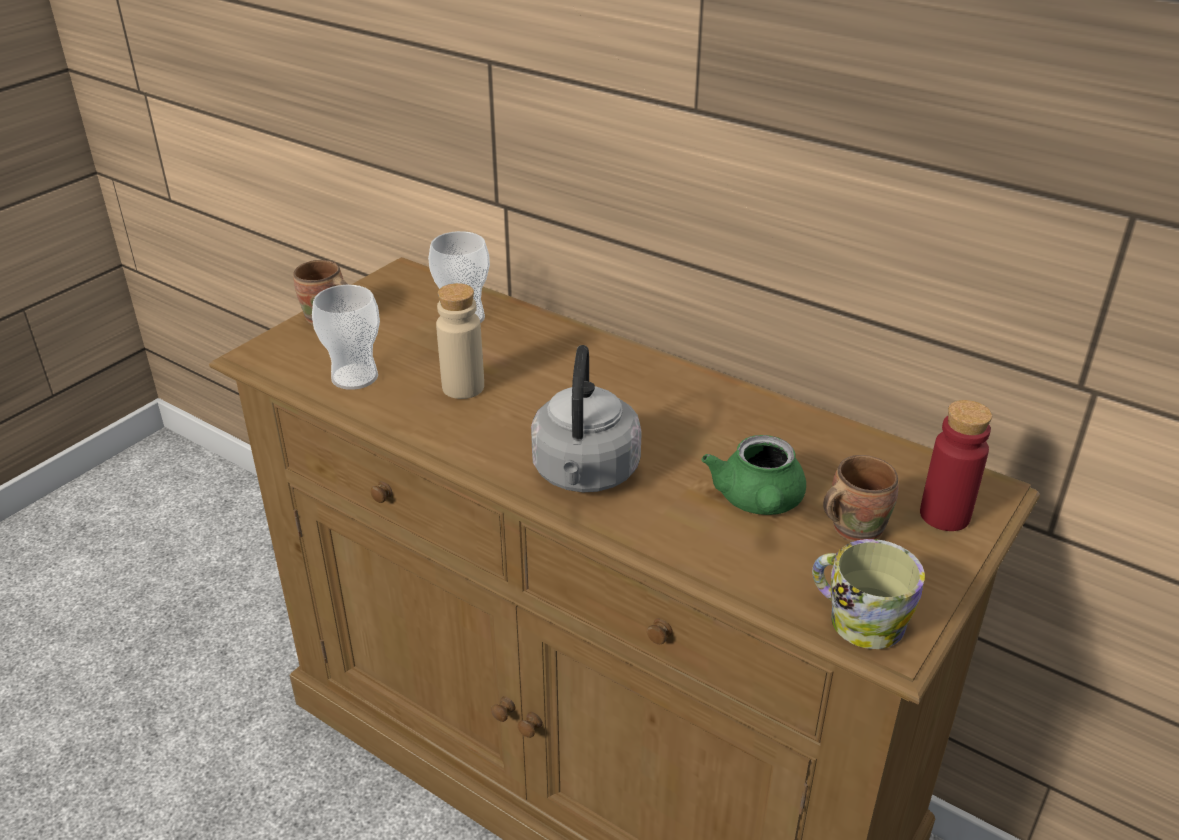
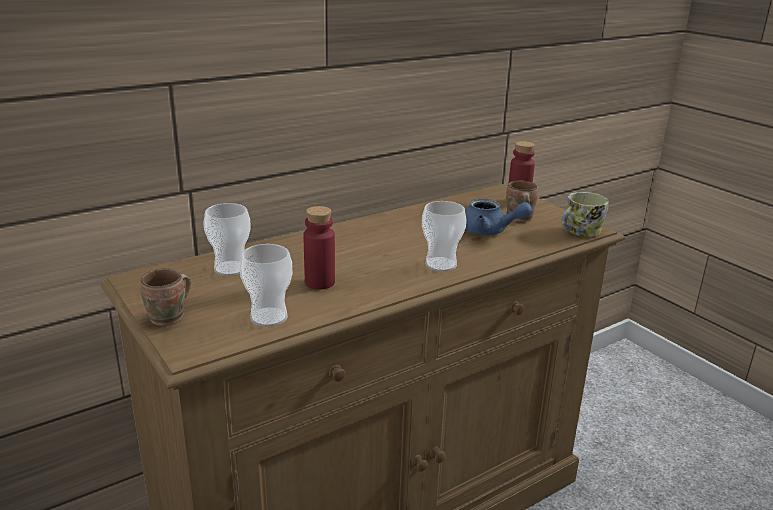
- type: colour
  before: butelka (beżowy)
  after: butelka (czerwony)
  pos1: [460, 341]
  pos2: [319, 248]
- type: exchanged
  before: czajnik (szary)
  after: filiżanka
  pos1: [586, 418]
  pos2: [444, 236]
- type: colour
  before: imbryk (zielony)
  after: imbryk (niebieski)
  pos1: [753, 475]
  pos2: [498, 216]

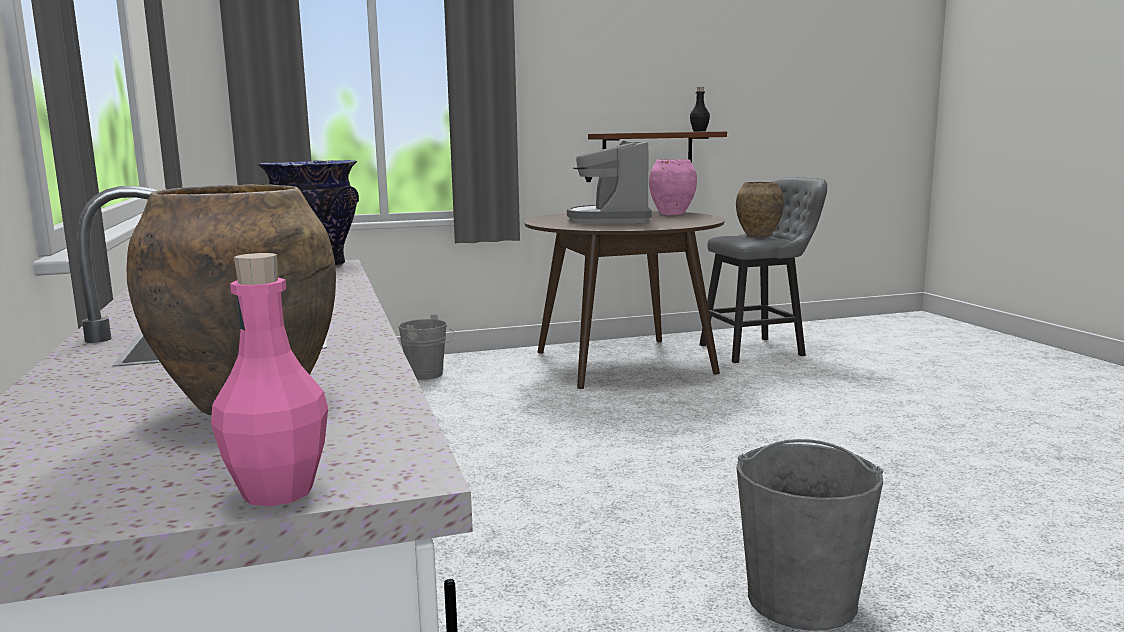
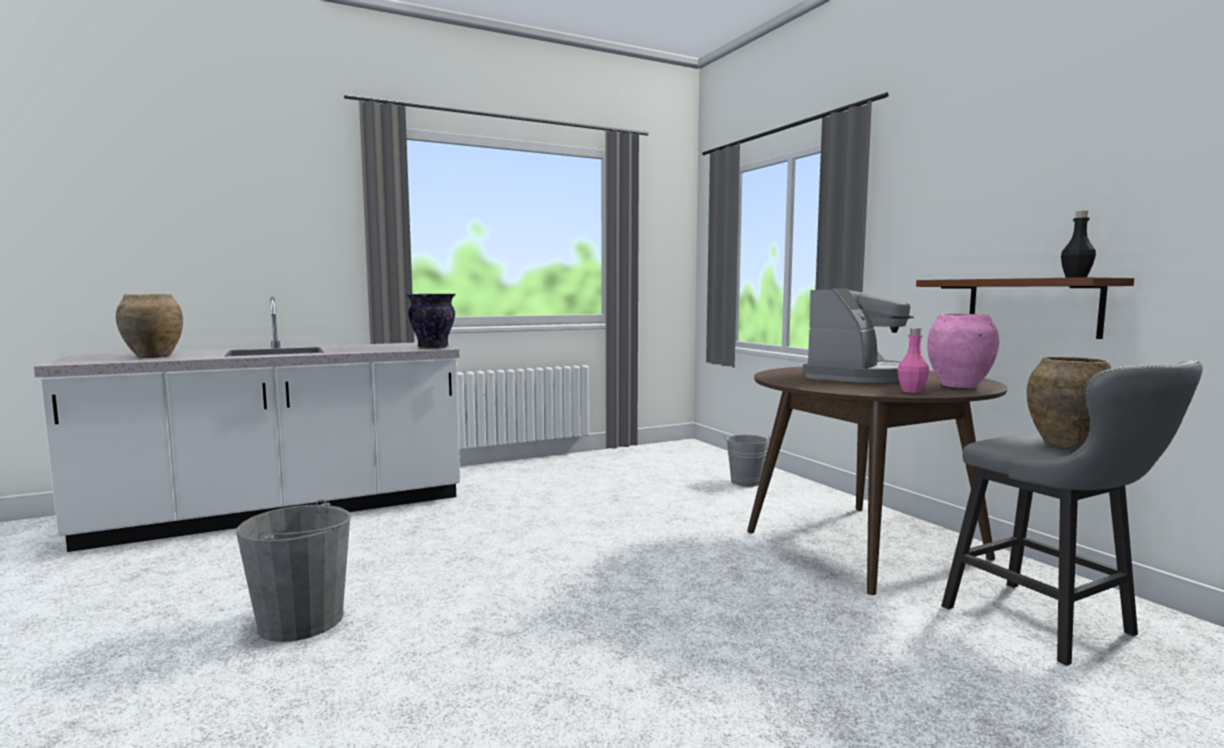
- type: relocated
  before: butelka (różowy)
  pos1: [269, 379]
  pos2: [913, 360]
- type: spun
  before: ekspres do kawy
  pos1: [609, 182]
  pos2: [858, 336]
  turn: 135

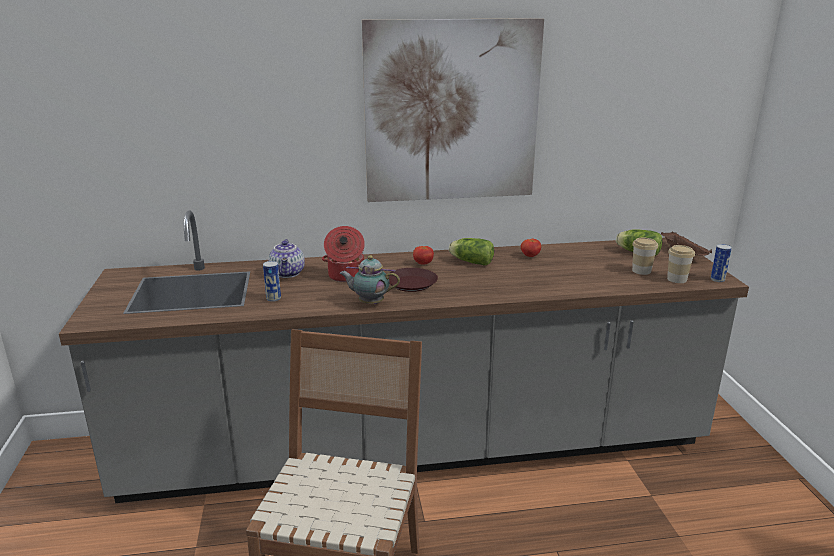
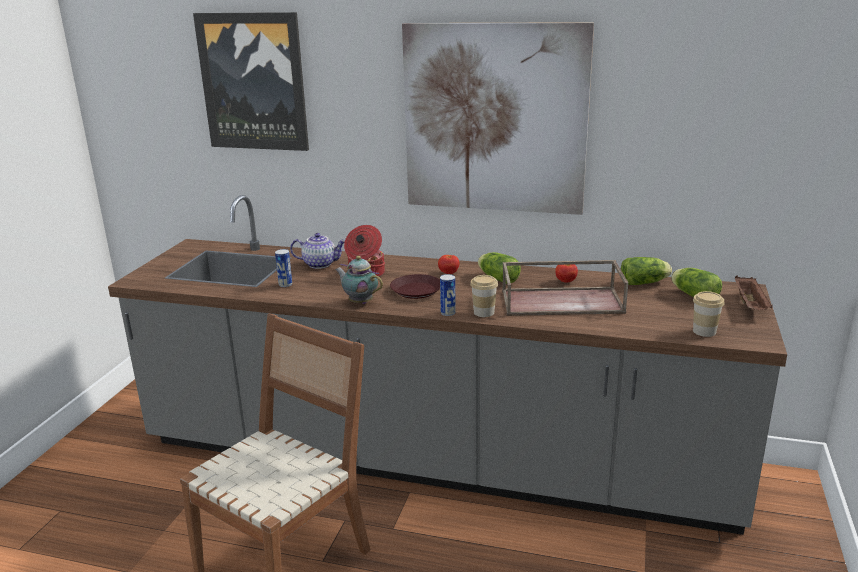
- type: spun
  before: imbryk
  pos1: [286, 258]
  pos2: [317, 251]
  turn: -105
- type: relocated
  before: filiżanka
  pos1: [645, 256]
  pos2: [484, 296]
- type: relocated
  before: puszka
  pos1: [721, 263]
  pos2: [448, 295]
- type: appeared
  after: obraz
  pos2: [251, 81]
- type: appeared
  after: taca (brązowy)
  pos2: [565, 288]
- type: appeared
  after: sałata
  pos2: [646, 271]

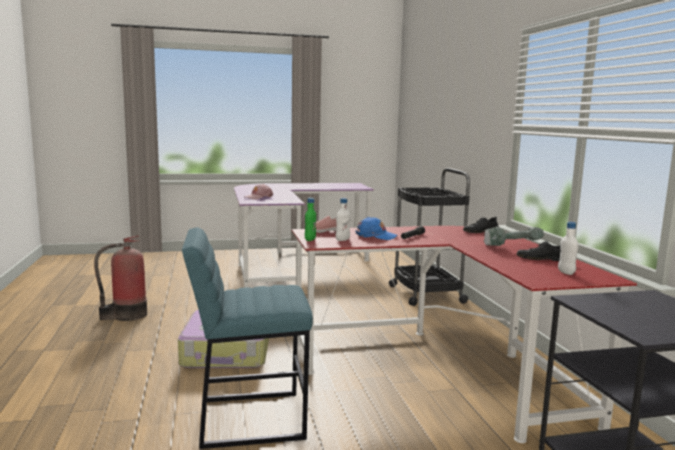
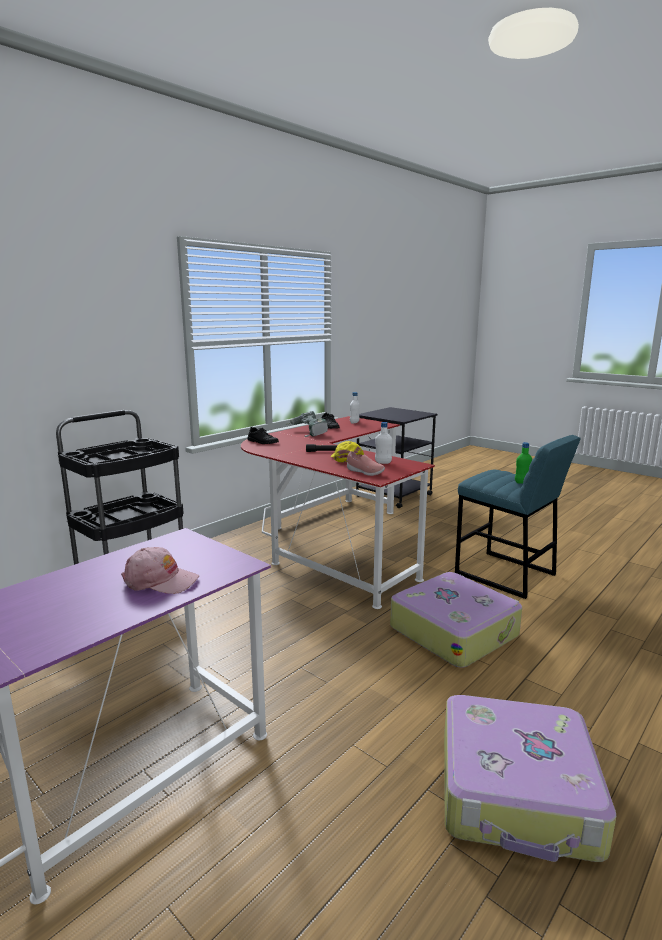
- type: exchanged
  before: gaśnica
  after: walizka
  pos1: [120, 278]
  pos2: [530, 778]
- type: relocated
  before: butelka (zielony)
  pos1: [310, 219]
  pos2: [523, 463]
- type: colour
  before: czapka z daszkiem (niebieski)
  after: czapka z daszkiem (żółty)
  pos1: [376, 228]
  pos2: [347, 452]

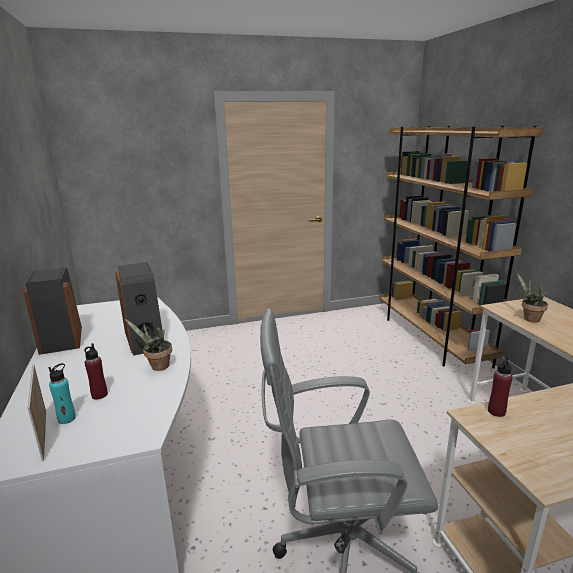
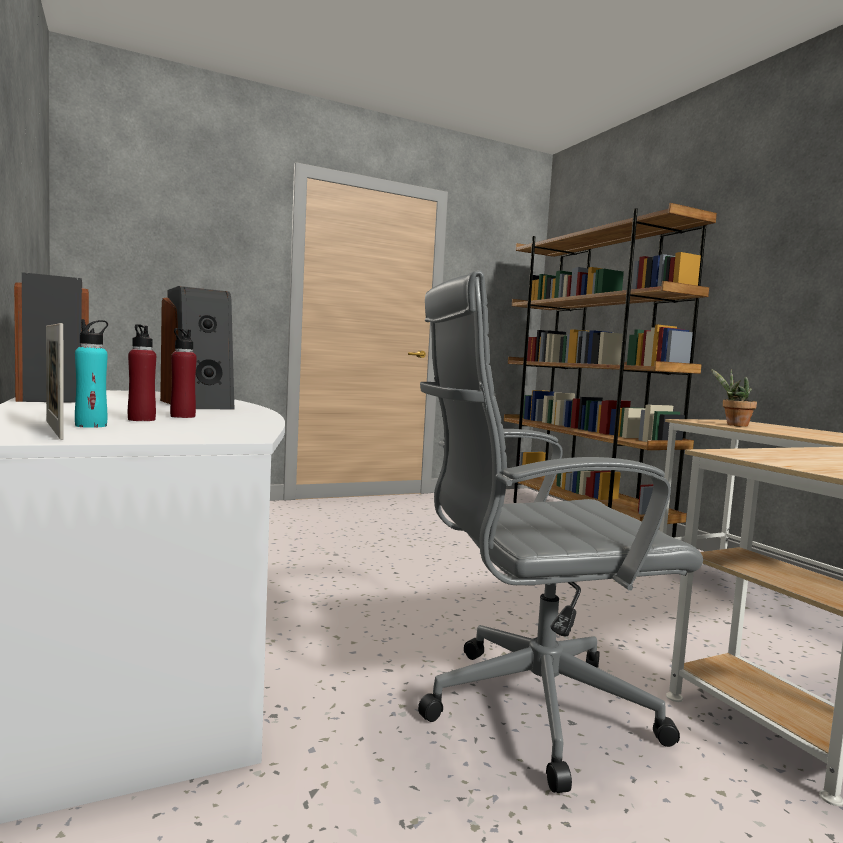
- type: missing
  before: roślina doniczkowa
  pos1: [148, 345]
- type: relocated
  before: butelka (czerwony)
  pos1: [500, 387]
  pos2: [183, 373]

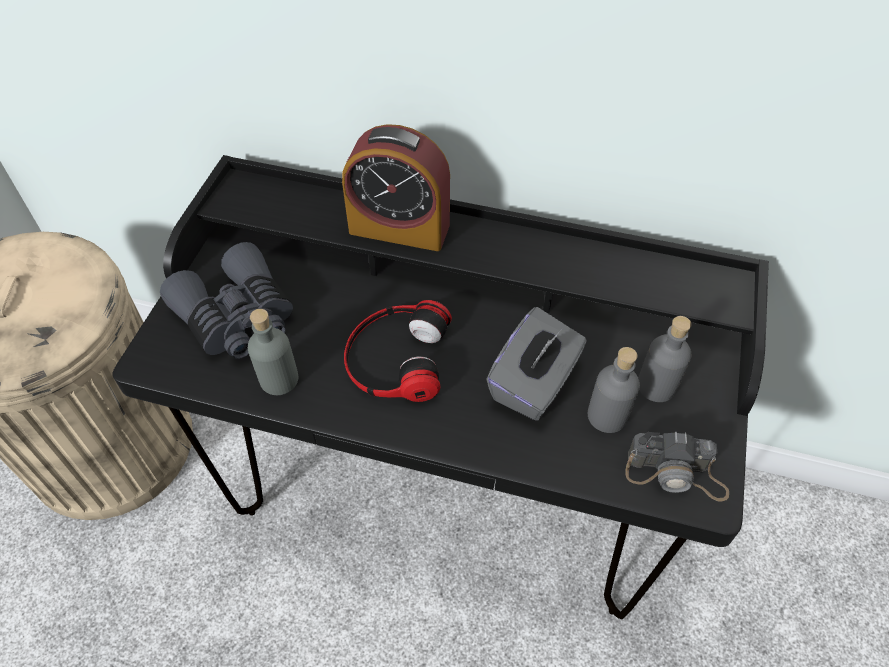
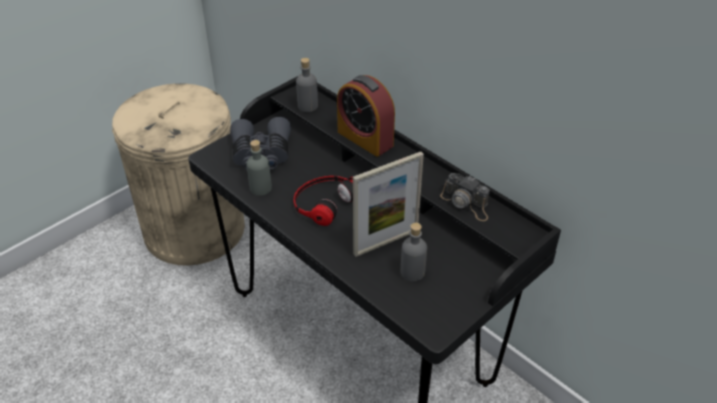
- type: exchanged
  before: pudełko chusteczek (szary)
  after: ramka na zdjęcie
  pos1: [536, 363]
  pos2: [388, 204]
- type: relocated
  before: aparat fotograficzny
  pos1: [677, 467]
  pos2: [465, 197]
- type: relocated
  before: butelka (szary)
  pos1: [665, 359]
  pos2: [307, 85]

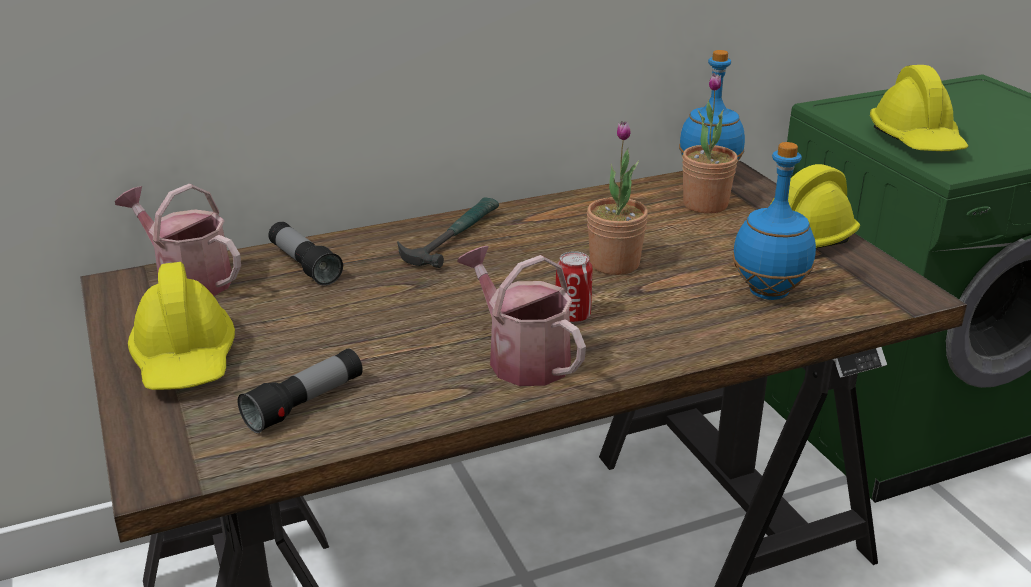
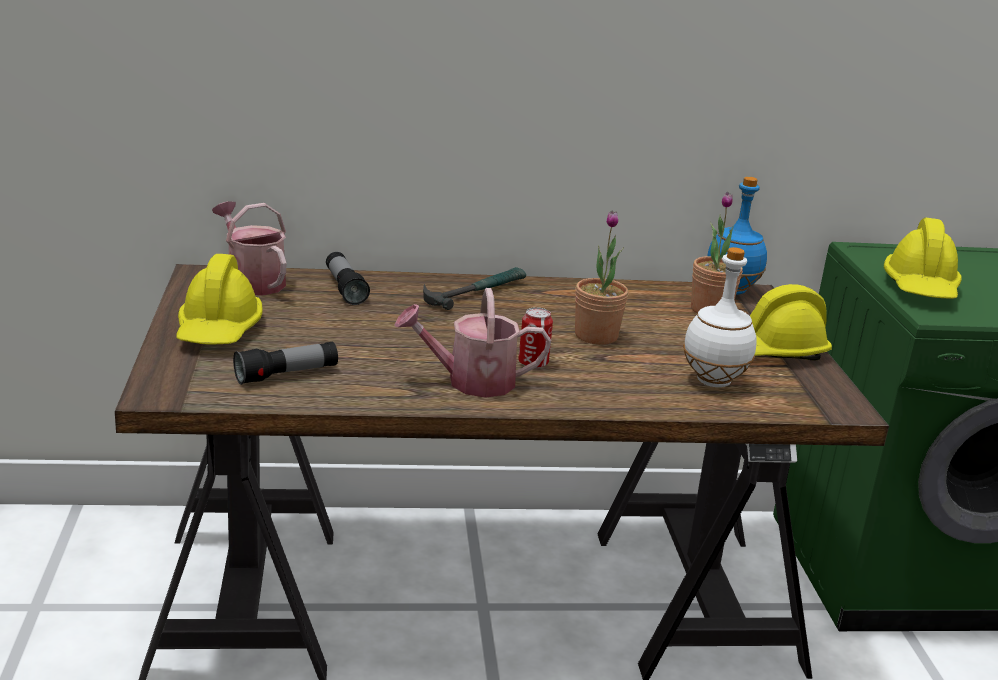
- type: spun
  before: konewka
  pos1: [522, 316]
  pos2: [472, 343]
  turn: -75
- type: colour
  before: butelka (niebieski)
  after: butelka (biały)
  pos1: [774, 221]
  pos2: [720, 317]

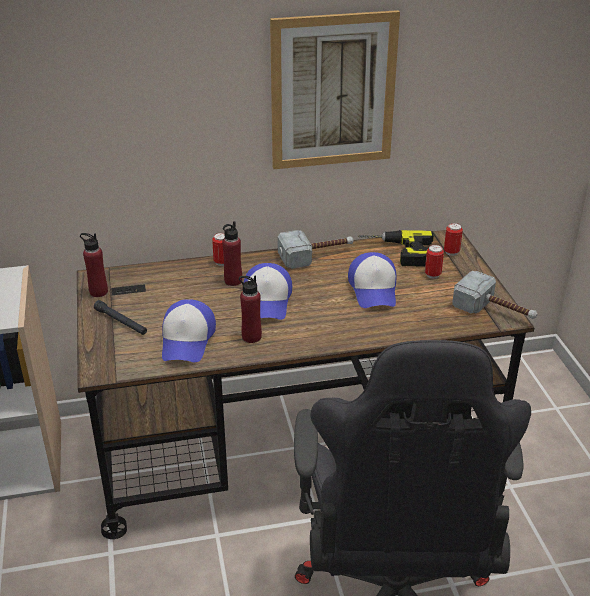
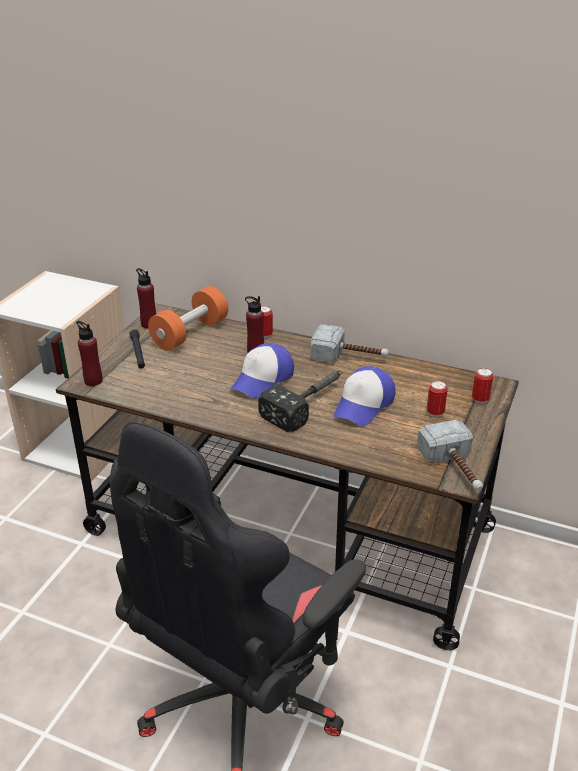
- type: missing
  before: czapka z daszkiem
  pos1: [189, 330]
- type: relocated
  before: butelka (czerwony)
  pos1: [250, 309]
  pos2: [89, 353]
- type: missing
  before: obraz
  pos1: [335, 89]
- type: missing
  before: wiertarka
  pos1: [396, 248]
- type: appeared
  after: hantel (pomarańczowy)
  pos2: [188, 318]
- type: appeared
  after: młotek
  pos2: [300, 401]

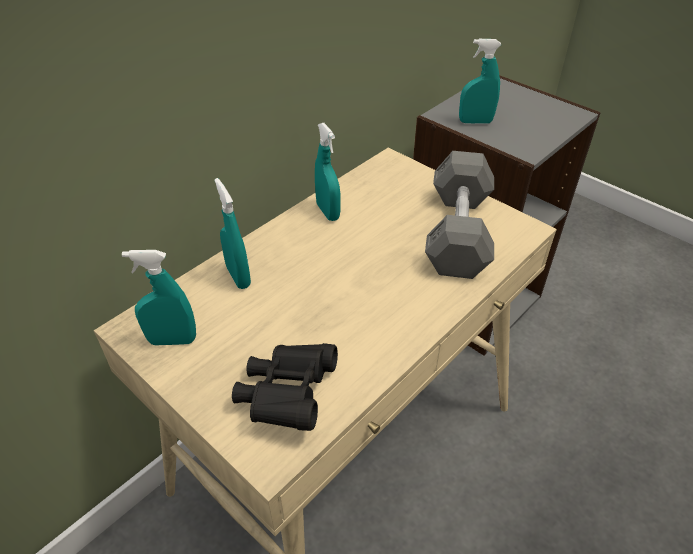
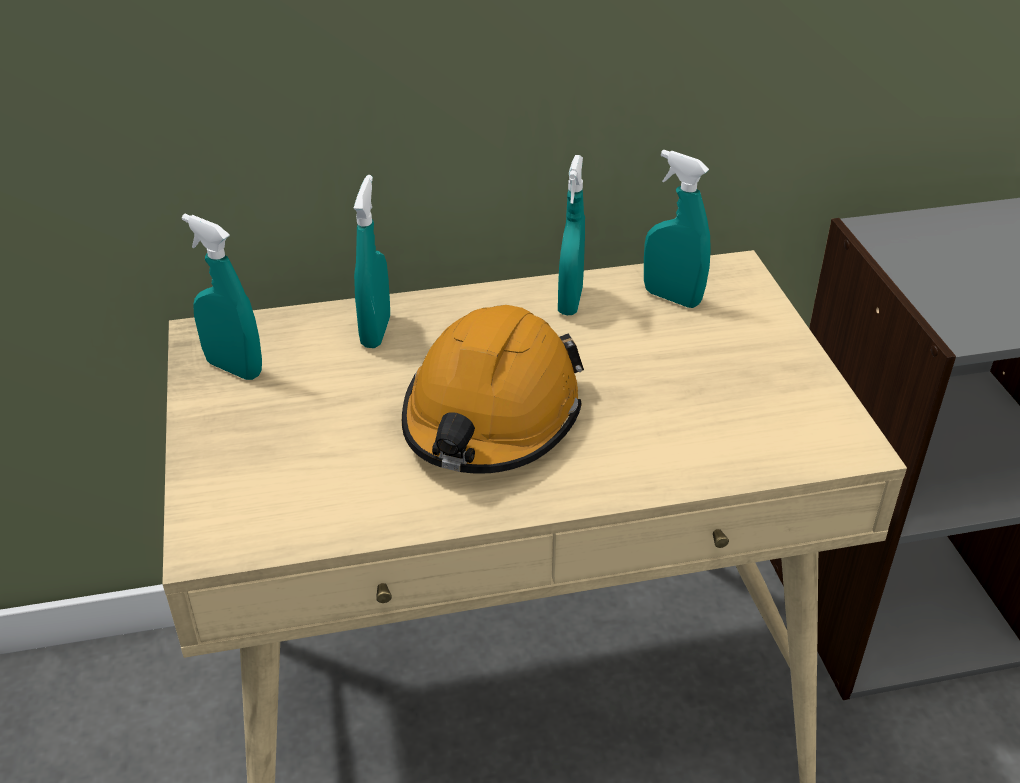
- type: missing
  before: lornetka (czarny)
  pos1: [285, 387]
- type: missing
  before: hantel (szary)
  pos1: [459, 215]
- type: relocated
  before: spryskiwacz (turkusowy)
  pos1: [480, 81]
  pos2: [677, 228]
- type: appeared
  after: kask (pomarańczowy)
  pos2: [493, 389]

